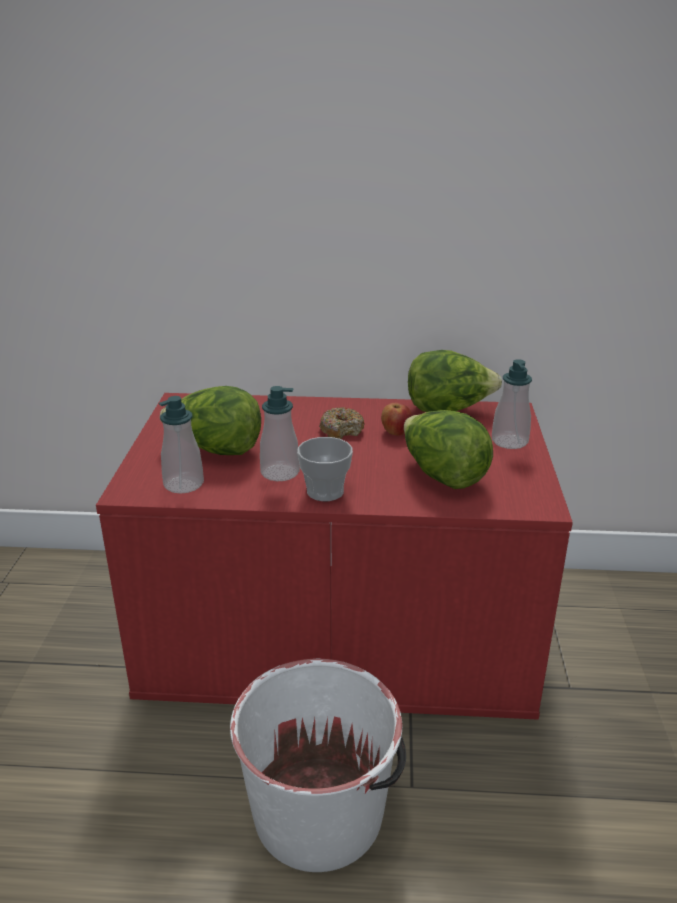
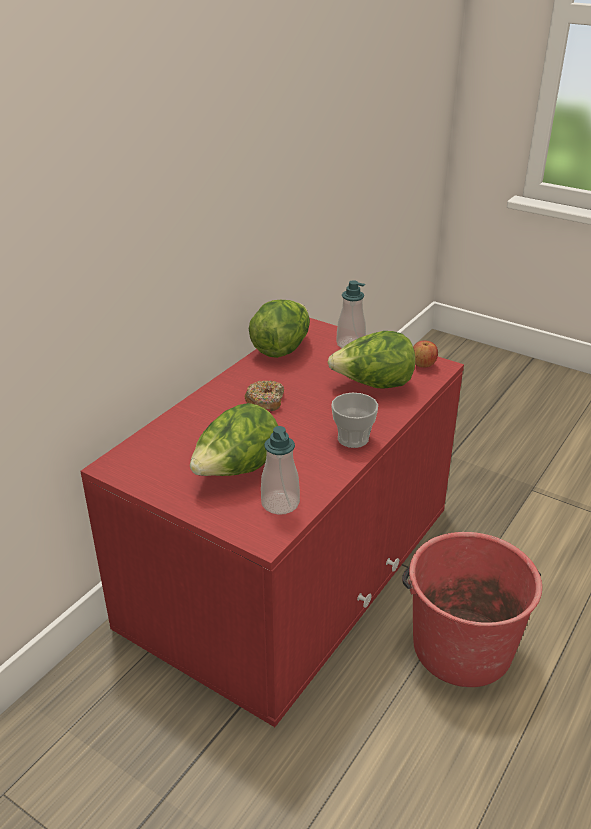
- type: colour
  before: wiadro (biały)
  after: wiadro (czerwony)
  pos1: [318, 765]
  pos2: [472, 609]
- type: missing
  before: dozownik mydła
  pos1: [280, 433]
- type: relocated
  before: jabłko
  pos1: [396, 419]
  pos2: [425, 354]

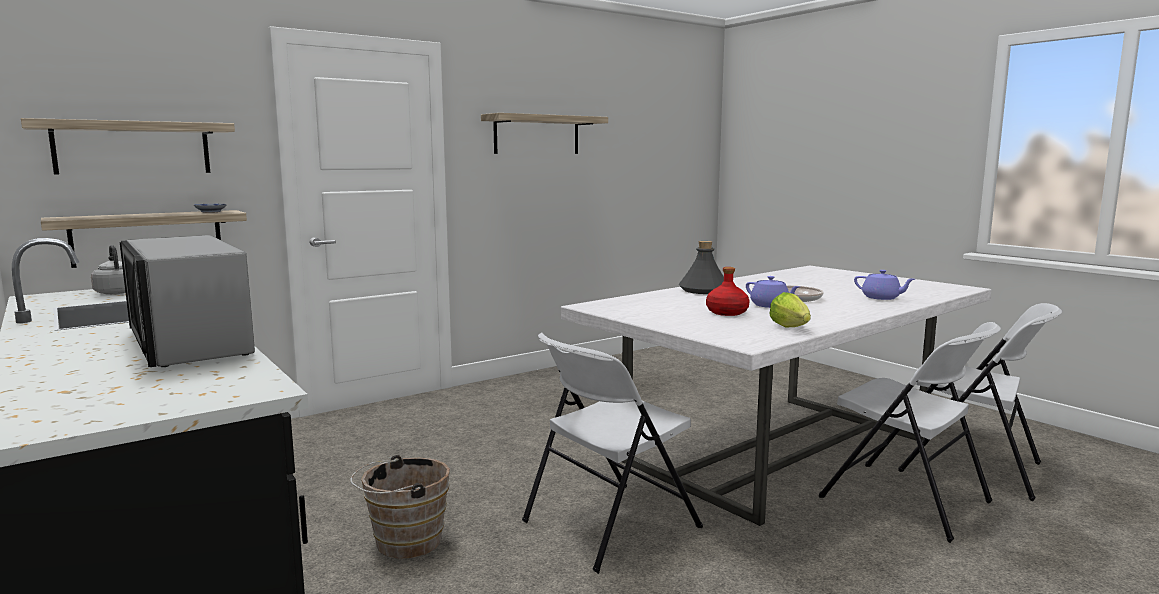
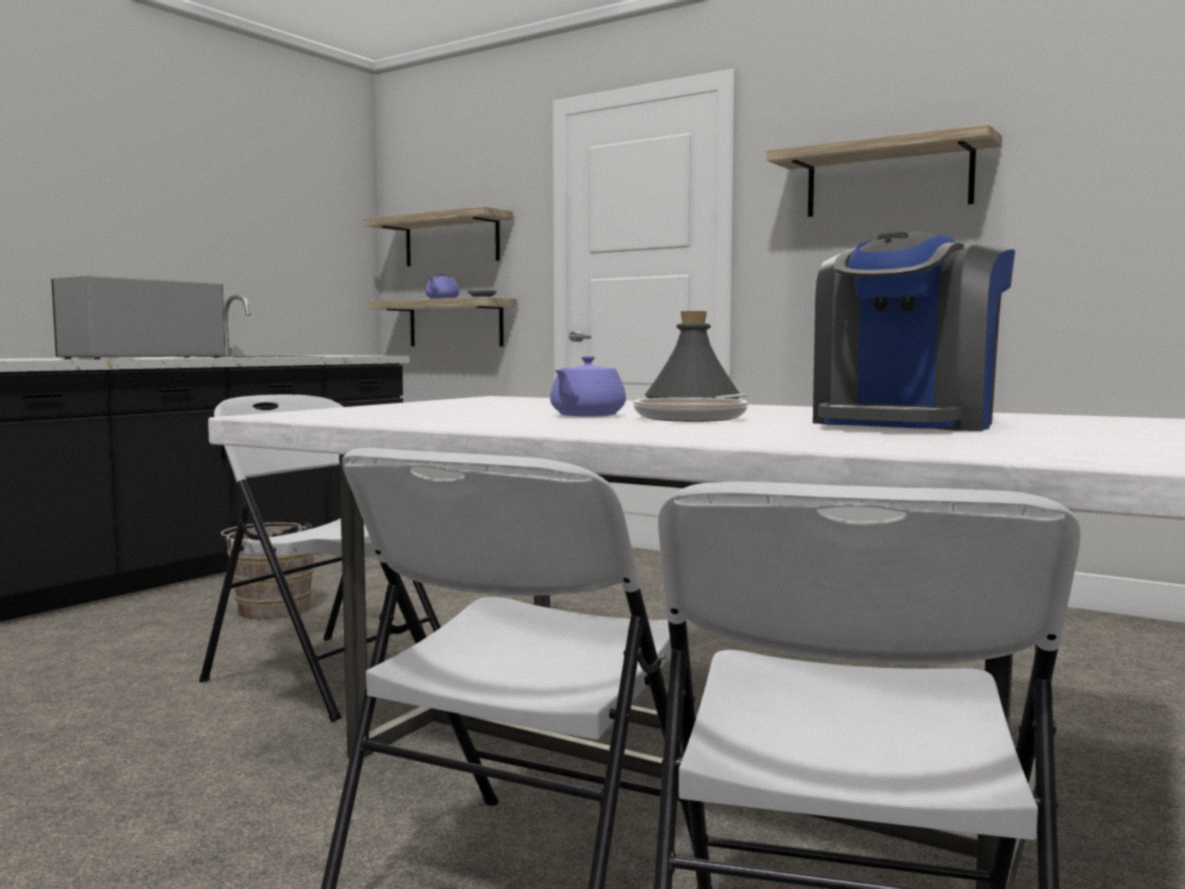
- type: missing
  before: czajnik (szary)
  pos1: [108, 270]
- type: missing
  before: butelka (czerwony)
  pos1: [728, 291]
- type: missing
  before: sałata
  pos1: [790, 309]
- type: relocated
  before: imbryk (fioletowy)
  pos1: [884, 285]
  pos2: [442, 286]
- type: appeared
  after: ekspres do kawy
  pos2: [914, 331]

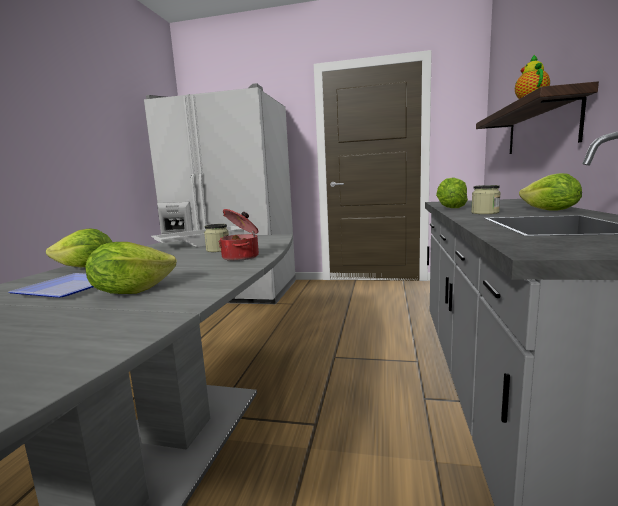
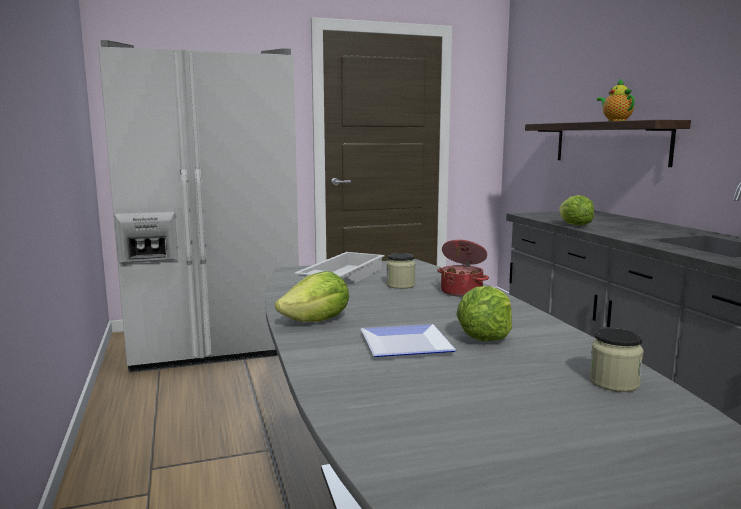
- type: relocated
  before: słoik
  pos1: [486, 199]
  pos2: [616, 360]
- type: missing
  before: sałata
  pos1: [550, 191]

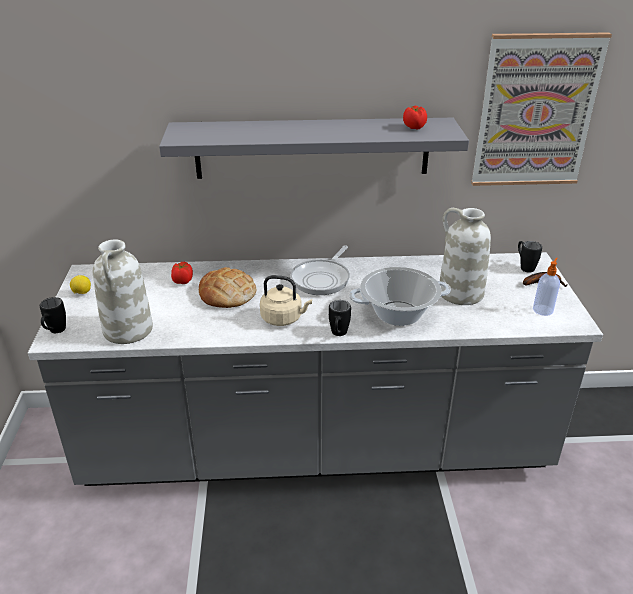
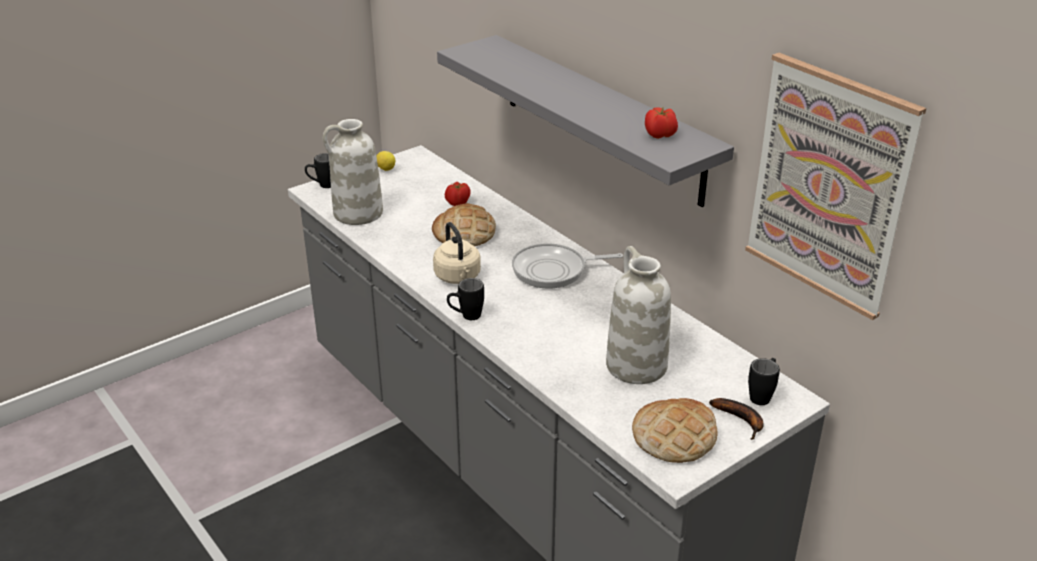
- type: missing
  before: garnek
  pos1: [400, 296]
- type: exchanged
  before: dozownik mydła
  after: chleb
  pos1: [546, 287]
  pos2: [674, 430]

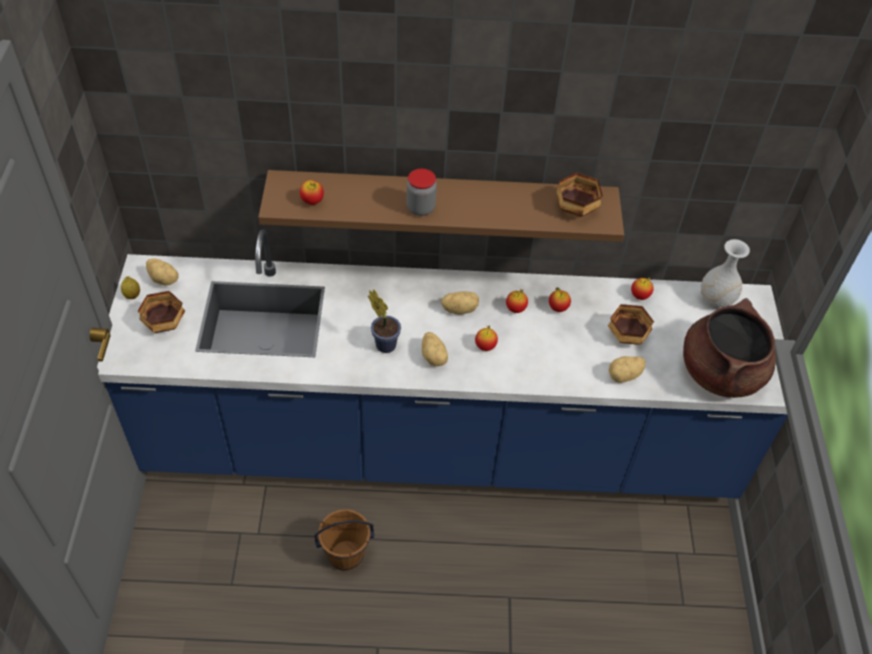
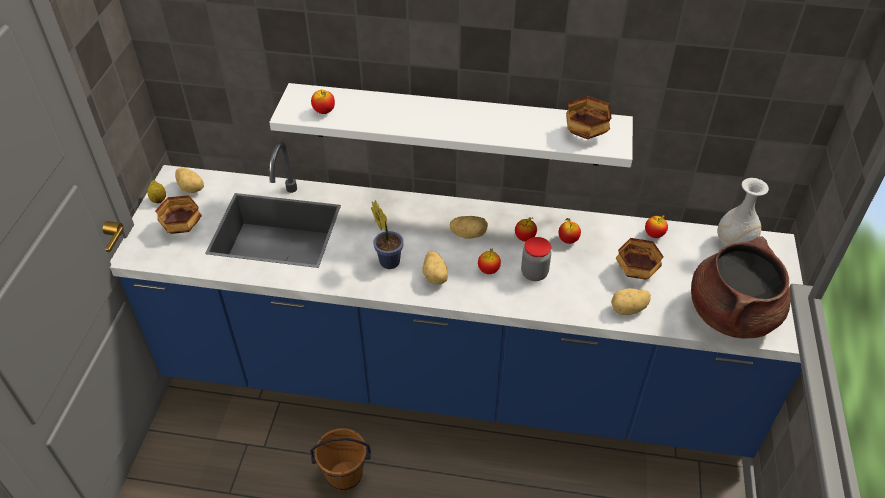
- type: colour
  before: półka (brązowy)
  after: półka (biały)
  pos1: [441, 206]
  pos2: [451, 125]
- type: relocated
  before: słoik
  pos1: [422, 192]
  pos2: [536, 259]

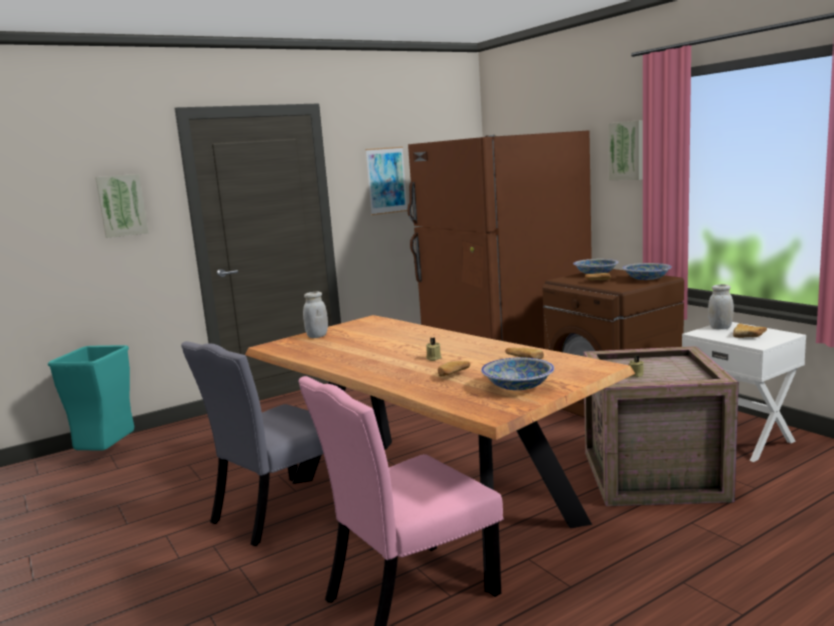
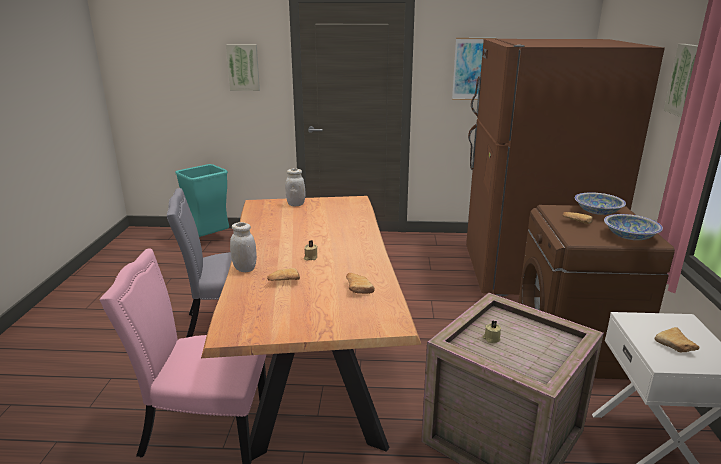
- type: missing
  before: miska
  pos1: [517, 373]
- type: relocated
  before: słoik (biały)
  pos1: [721, 306]
  pos2: [243, 247]

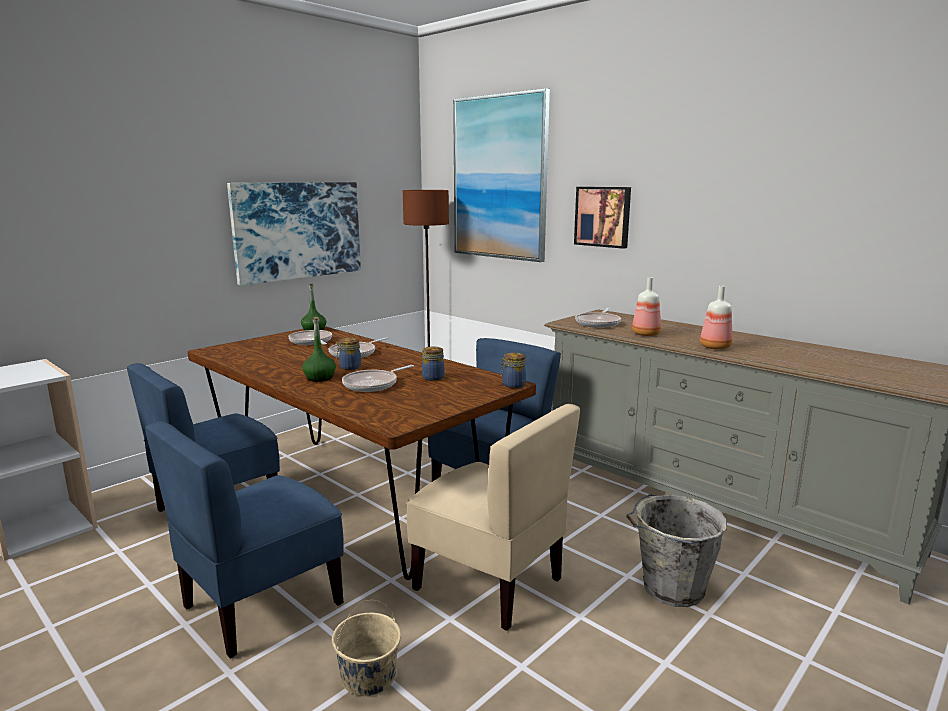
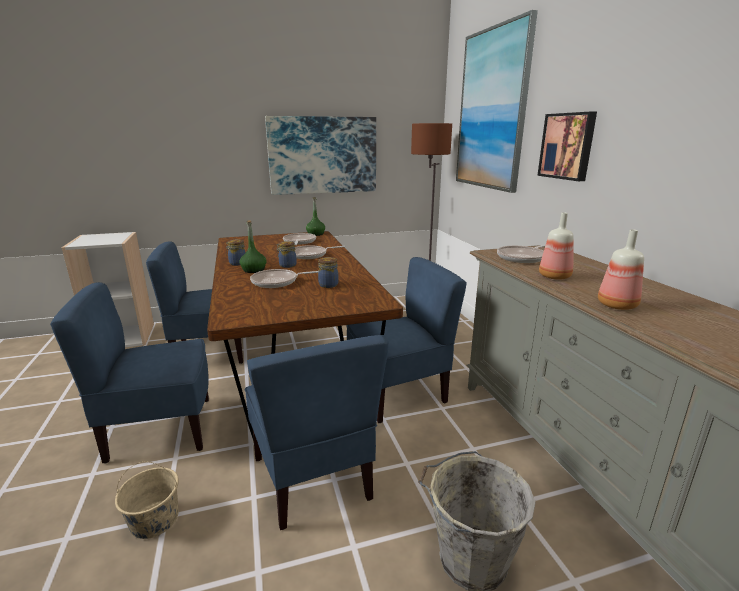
- type: colour
  before: krzesło (beżowy)
  after: krzesło (niebieski)
  pos1: [493, 517]
  pos2: [317, 432]
- type: relocated
  before: słoik
  pos1: [513, 370]
  pos2: [236, 253]

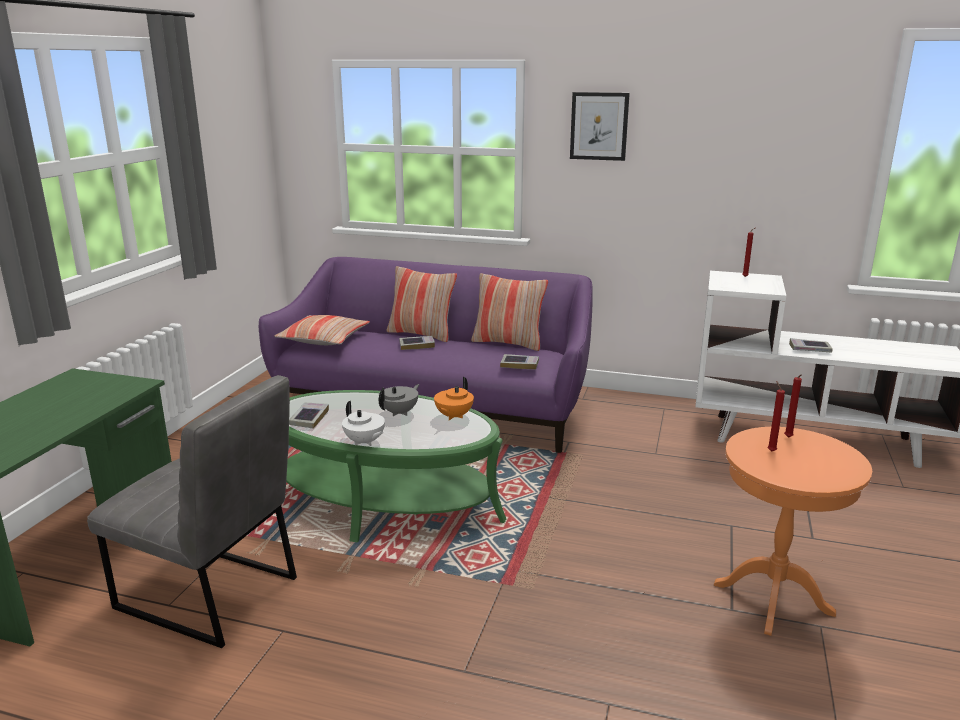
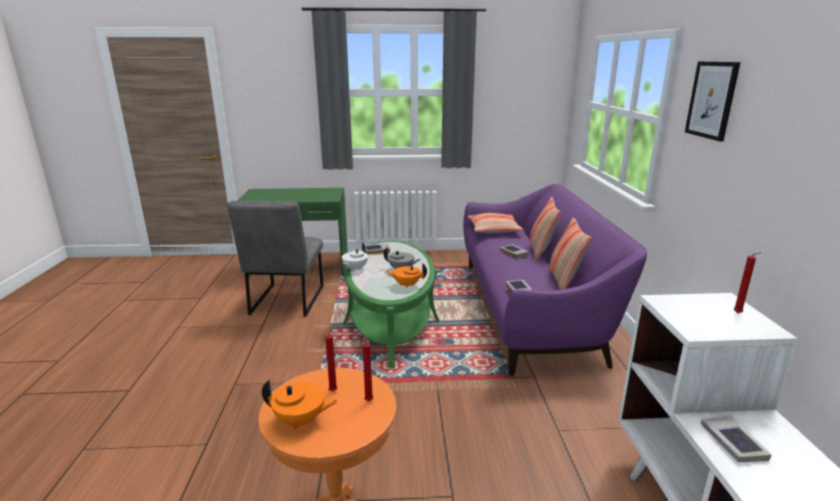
- type: appeared
  after: imbryk (pomarańczowy)
  pos2: [300, 404]

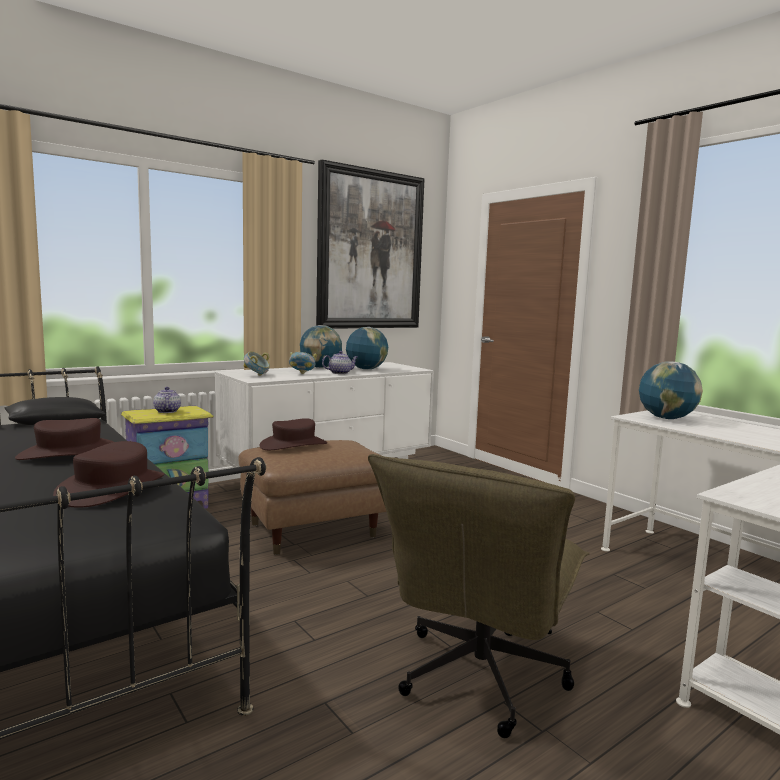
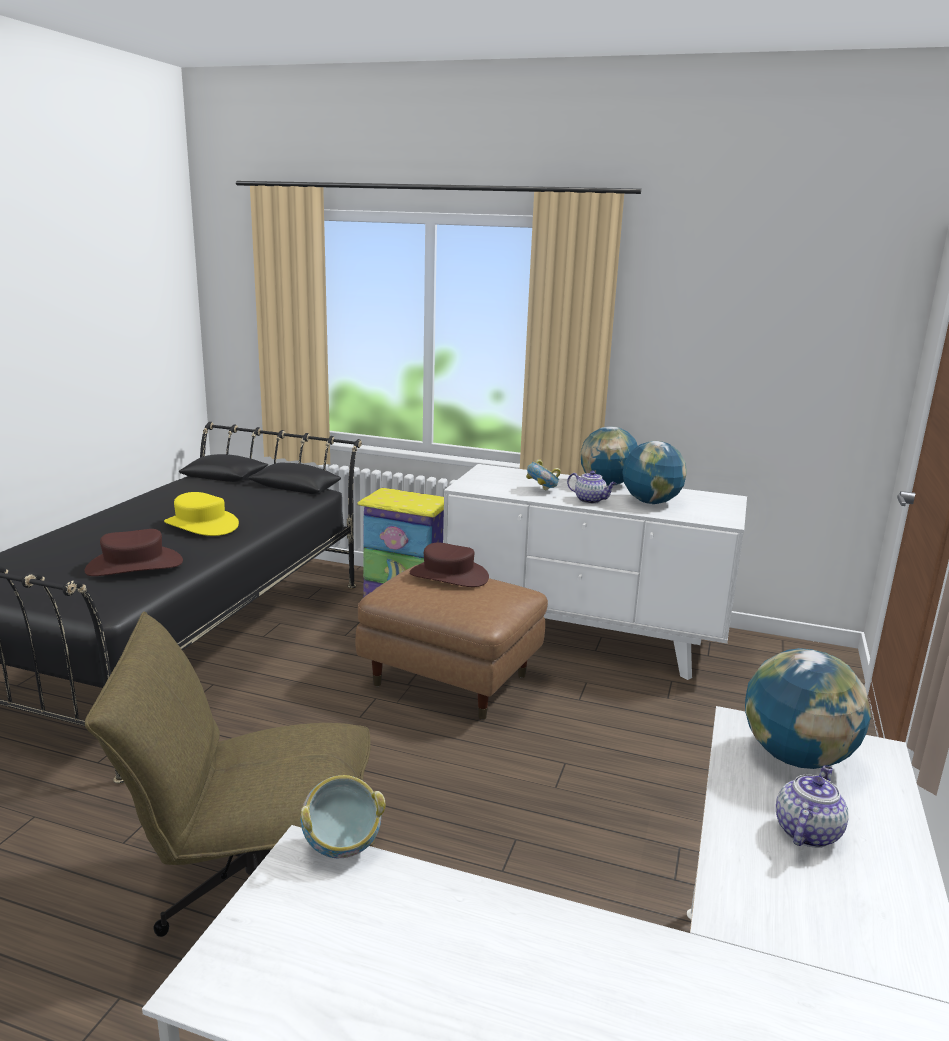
- type: colour
  before: kapelusz (brązowy)
  after: kapelusz (żółty)
  pos1: [64, 439]
  pos2: [201, 514]
- type: relocated
  before: imbryk
  pos1: [167, 400]
  pos2: [812, 806]
- type: relocated
  before: miska
  pos1: [257, 363]
  pos2: [343, 816]
- type: missing
  before: obraz
  pos1: [370, 244]

